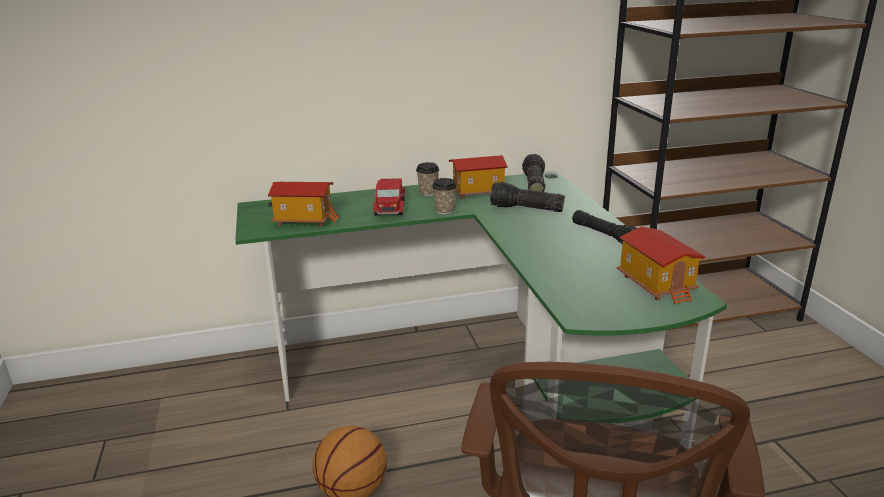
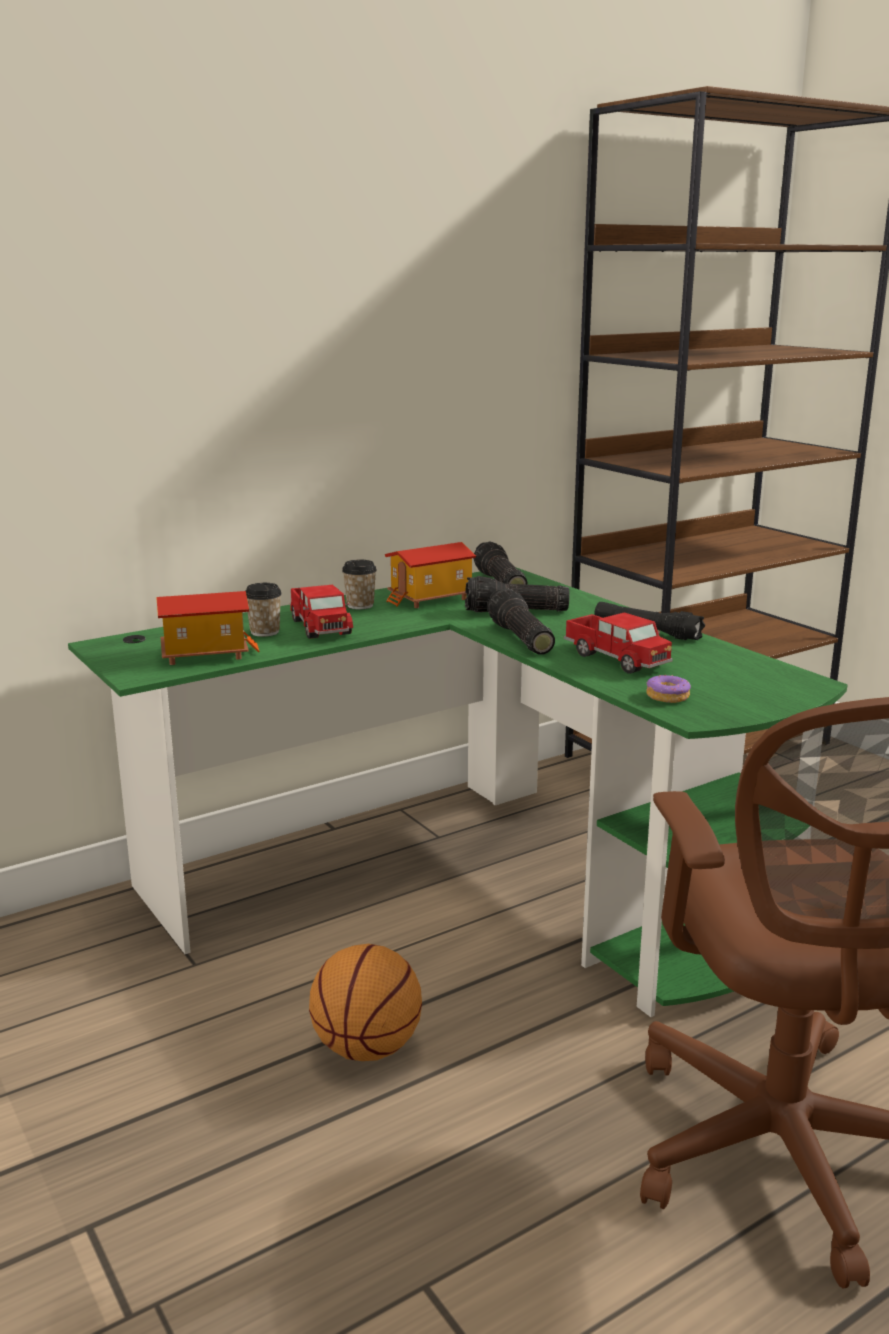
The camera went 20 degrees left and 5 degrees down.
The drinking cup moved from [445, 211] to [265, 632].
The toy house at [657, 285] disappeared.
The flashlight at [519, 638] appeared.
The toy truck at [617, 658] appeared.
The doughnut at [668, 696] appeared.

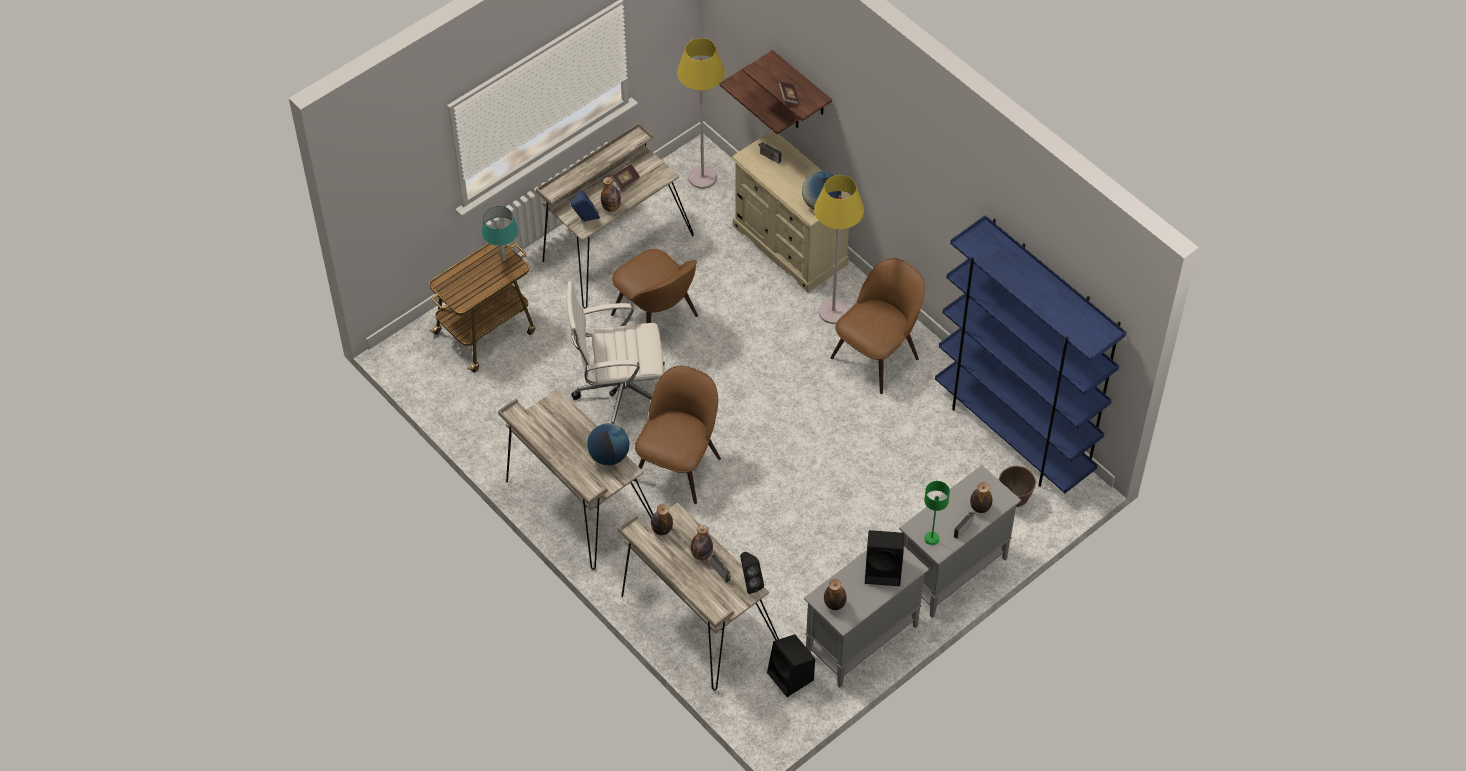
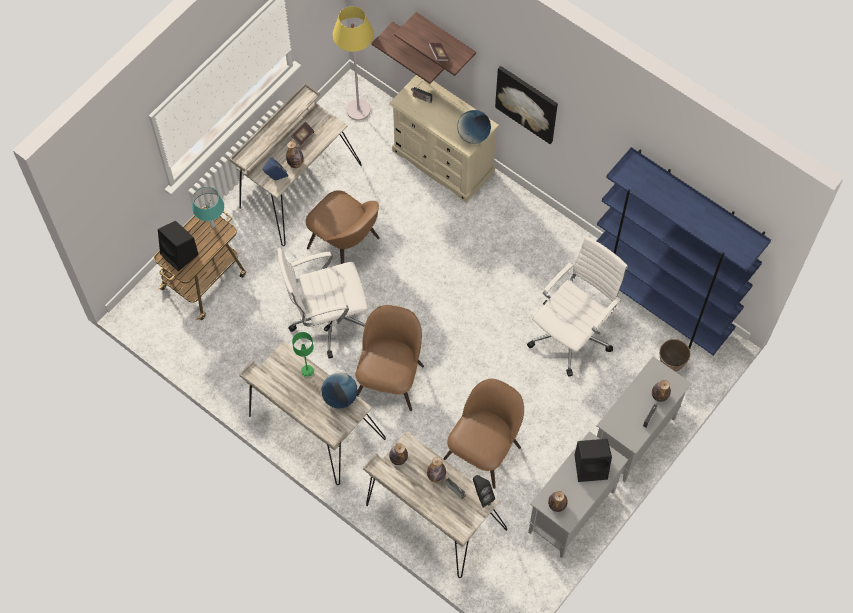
The camera went 10 degrees left and 10 degrees up.
The blackish speaker moved from [791, 677] to [180, 255].
The yellowish standing lamp at [833, 312] disappeared.
The brown-coloured chair moved from [877, 355] to [484, 450].
The green table lamp moved from [932, 538] to [307, 371].
The wall art at [527, 103] appeared.
The whitish computer chair at [572, 334] appeared.

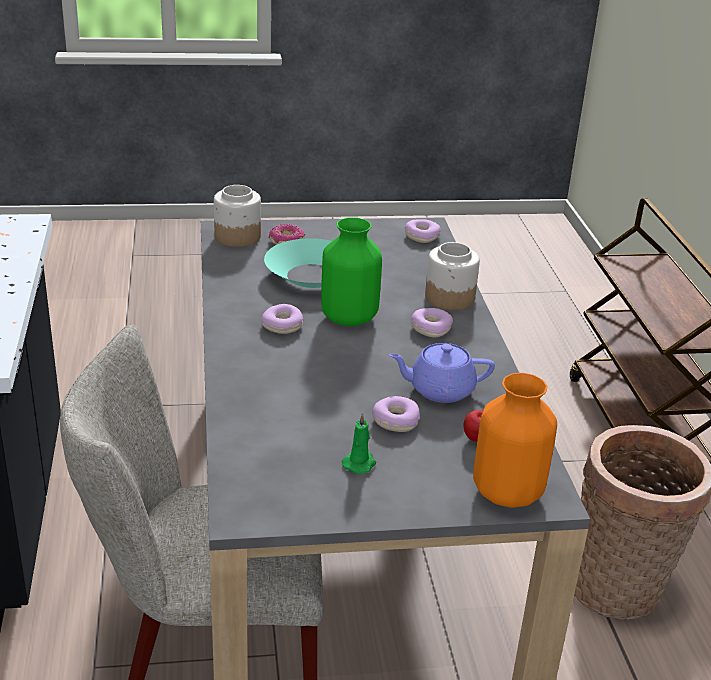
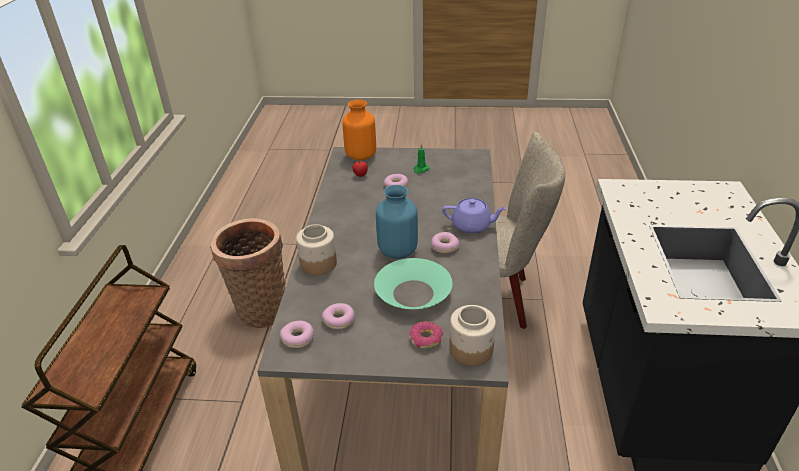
The camera went 165 degrees left and 5 degrees up.
The green decorative vase at [349, 317] became the blue-coloured decorative vase at [397, 251].
The purple teapot moved from [439, 390] to [472, 226].
The doughnut moved from [430, 328] to [339, 320].

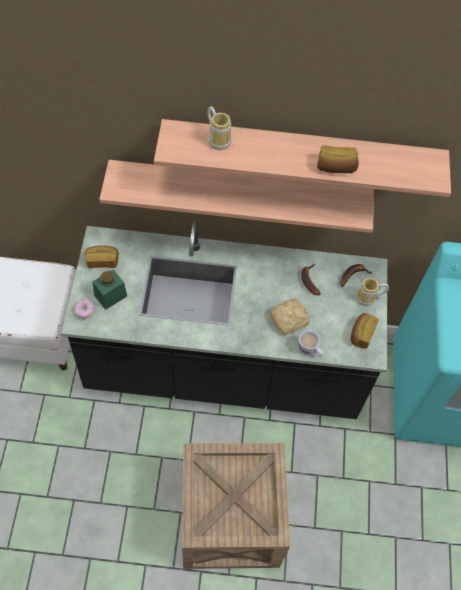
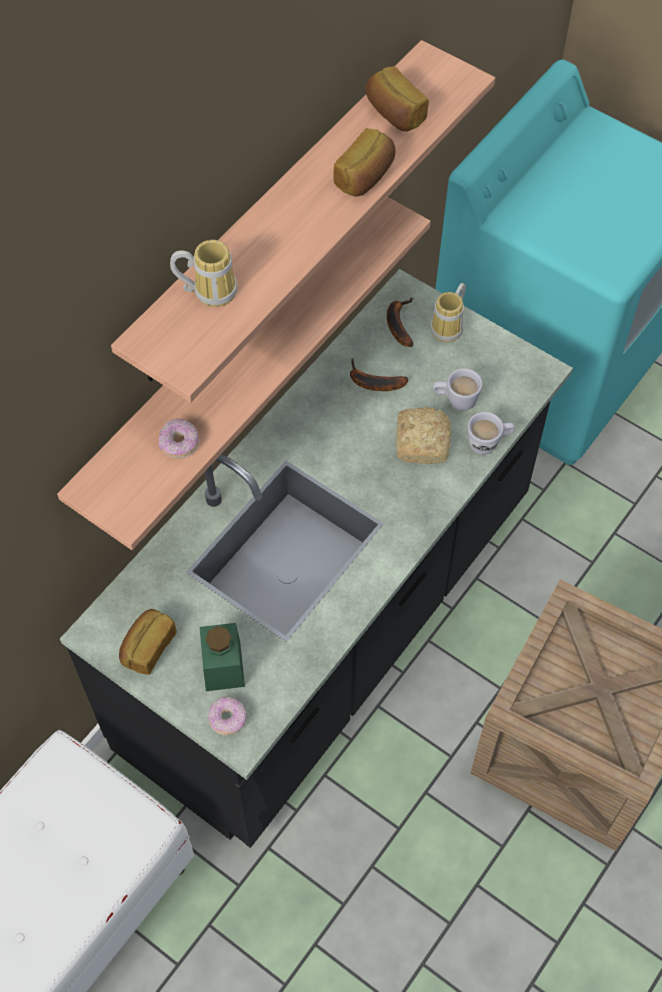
The camera went 55 degrees left and 0 degrees up.
The bakery bread moved from [361, 334] to [394, 113].
The doughnut at [179, 444] appeared.
The whitish mug at [455, 400] appeared.

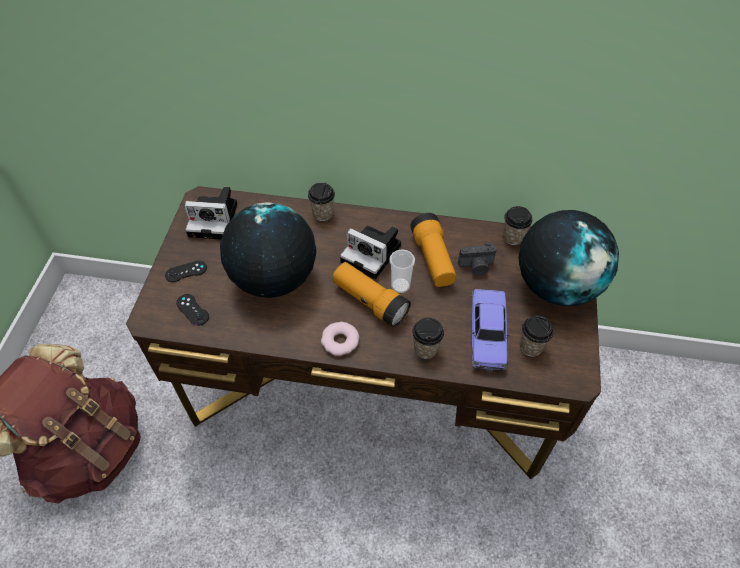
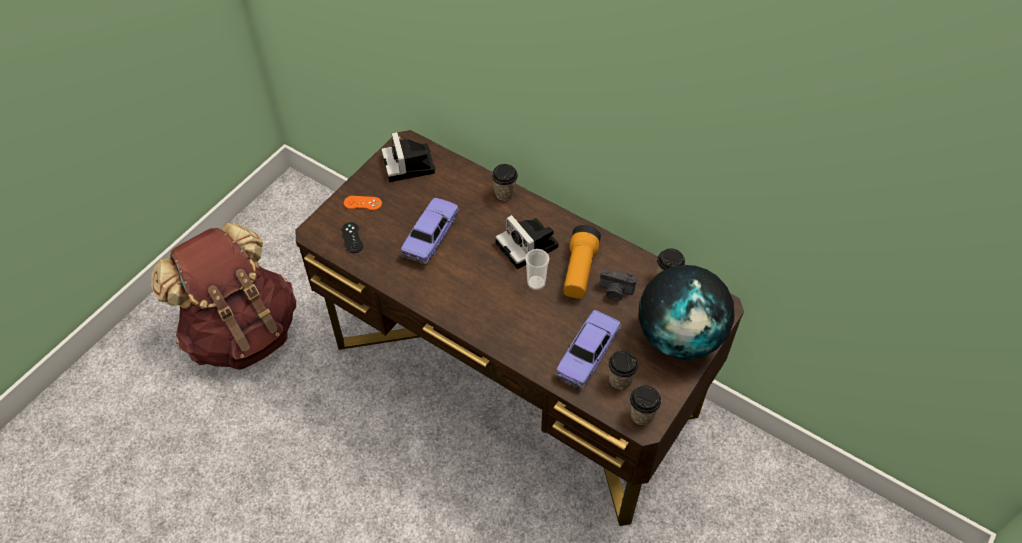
The camera went 25 degrees right and 0 degrees up.
The blackish game controller at [186, 271] became the orange game controller at [362, 203].
The still camera at [215, 219] turned 45 degrees clockwise.
The desk globe at [273, 279] was replaced by the miniature car at [431, 236].
The doughnut at [340, 341] disappeared.
The flashlight at [370, 301] disappeared.
The drinking cup moved from [425, 349] to [642, 415].

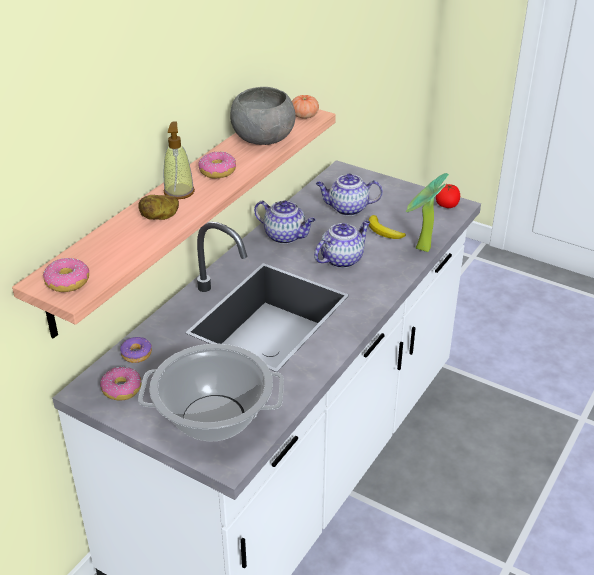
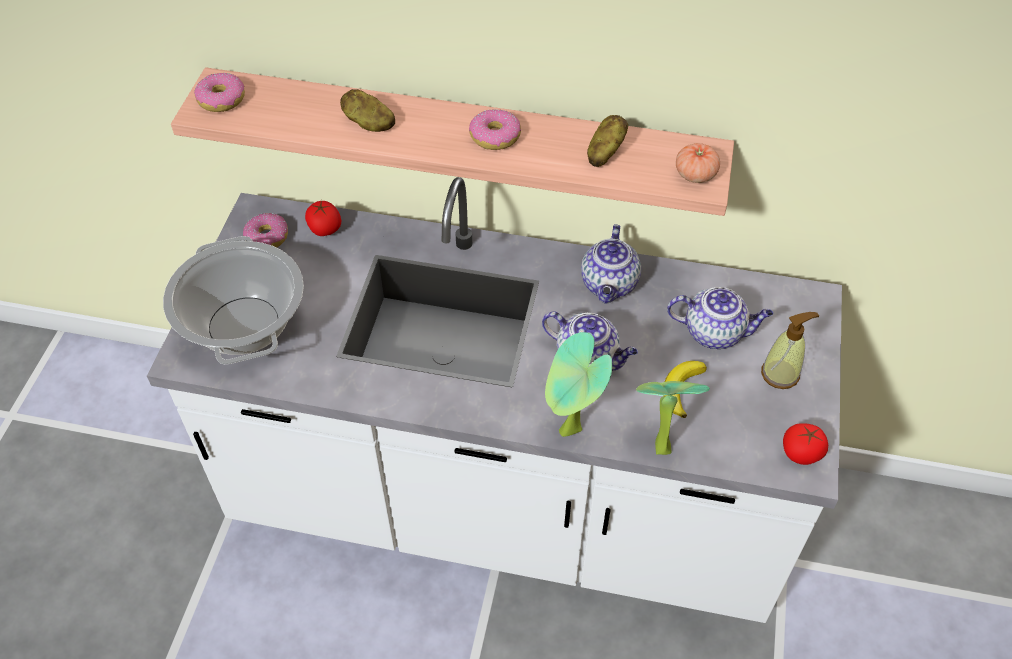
The camera went 70 degrees right and 15 degrees up.
The doughnut at [137, 354] was replaced by the whole tomato at [325, 229].
The liquid soap bottle moved from [179, 192] to [780, 374].
The gray bowl at [263, 138] was replaced by the whole potato at [604, 152].
The teapot at [347, 209] turned 120 degrees clockwise.
The plant in a pot at [570, 434] appeared.

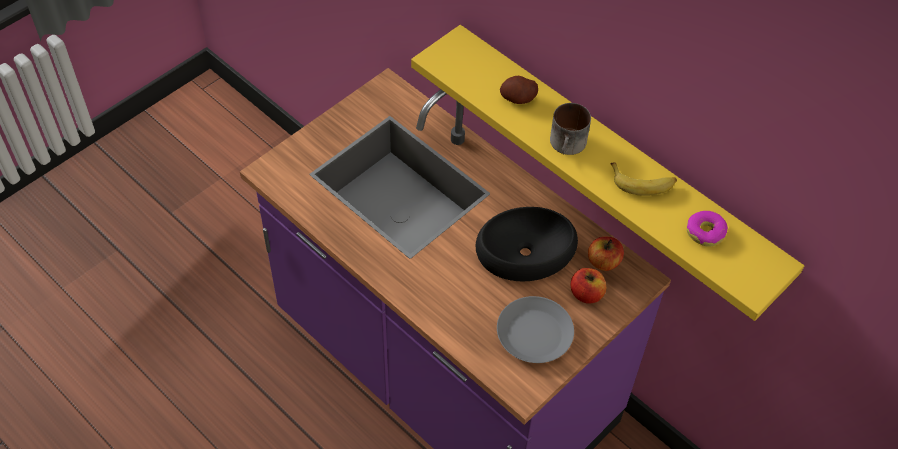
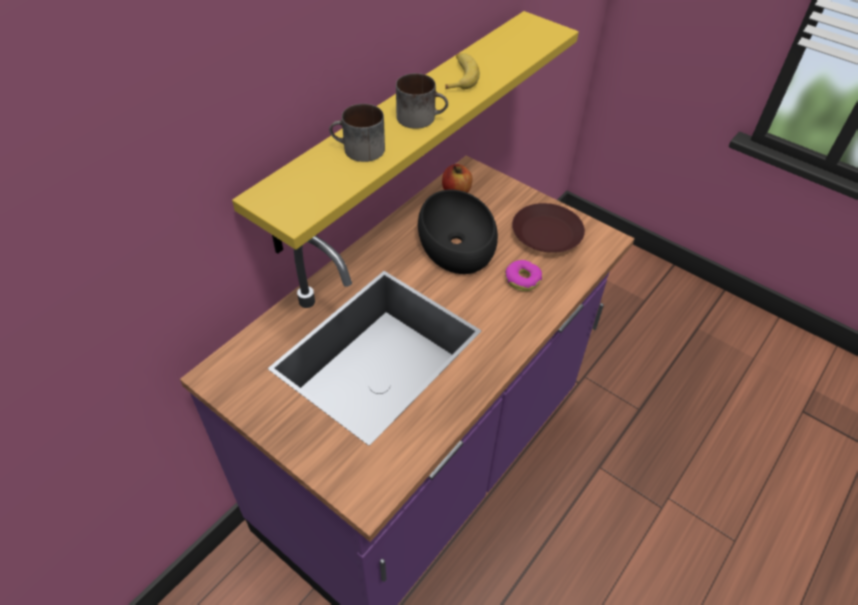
The camera went 95 degrees left and 5 degrees down.
The gray flat dish at [534, 333] became the brown-coloured flat dish at [546, 234].
The whole potato at [518, 98] was replaced by the mug at [358, 150].
The apple at [586, 294] disappeared.
The doughnut moved from [705, 232] to [522, 279].

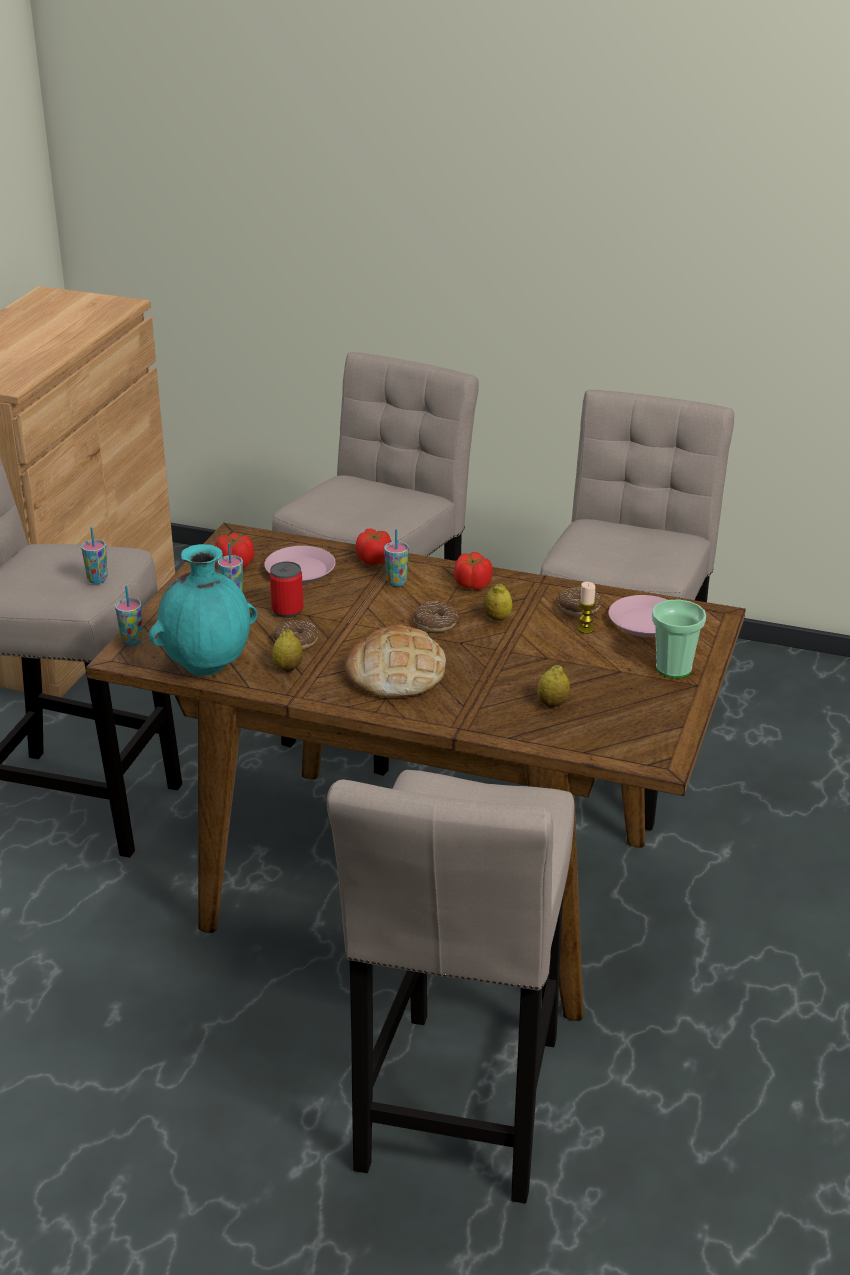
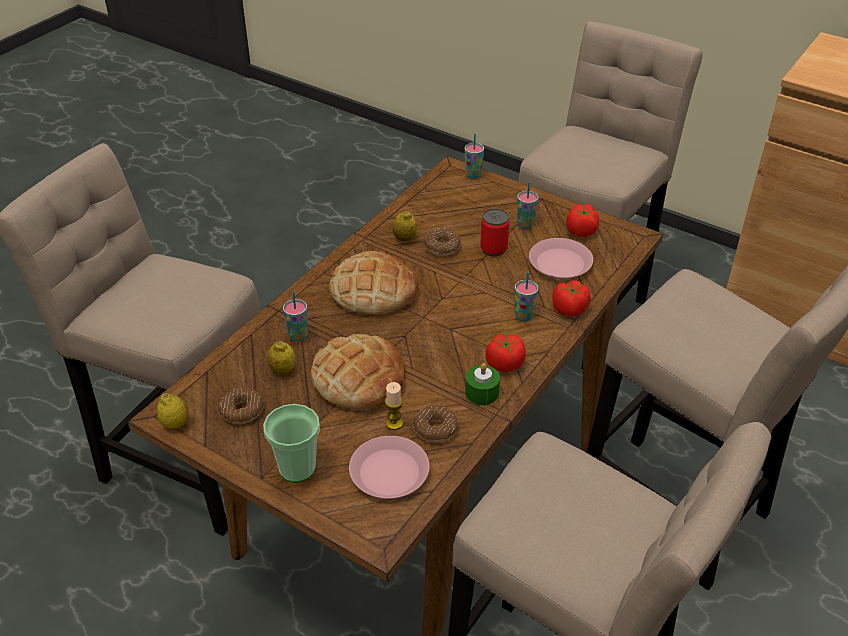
The camera went 105 degrees right and 10 degrees up.
The drinking cup moved from [97, 580] to [298, 336].
The blue-green decorative vase at [208, 667] disappeared.
The doughnut moved from [435, 623] to [242, 410].
The whole lemon moved from [497, 618] to [175, 424].
The bakery bread at [358, 378] appeared.
The green candle at [482, 392] appeared.

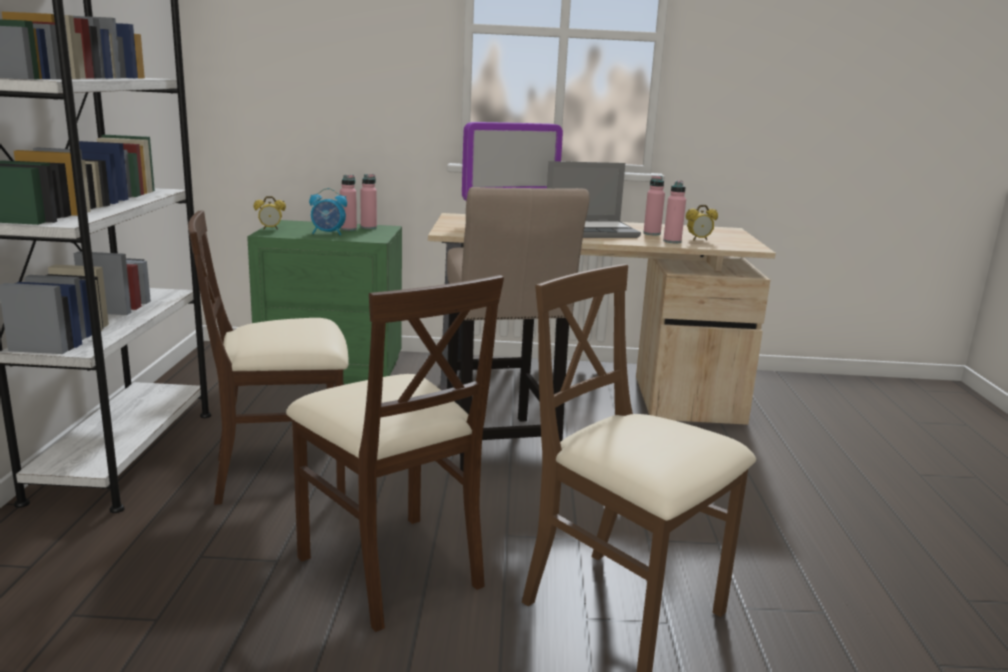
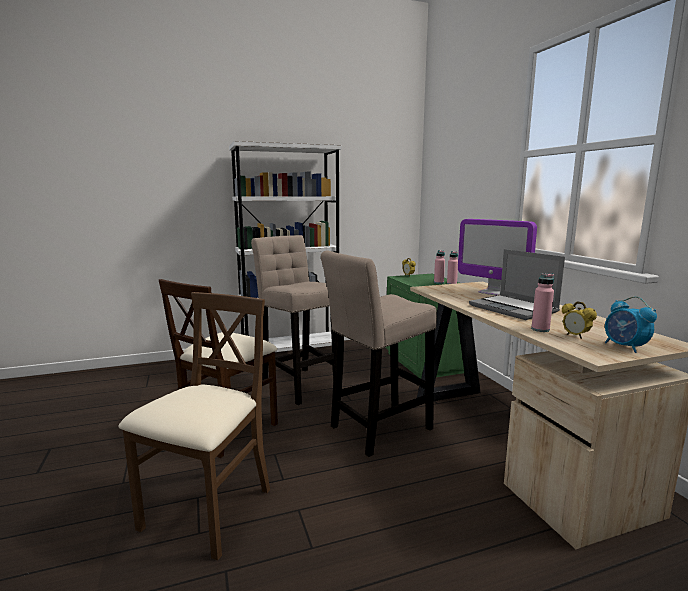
The camera went 70 degrees right and 5 degrees down.
The beige-coloured chair at [282, 473] was replaced by the beige-coloured stool seat at [298, 384].
The bedside clock moved from [328, 233] to [625, 347].
The pinkish drink bottle at [652, 233] disappeared.

